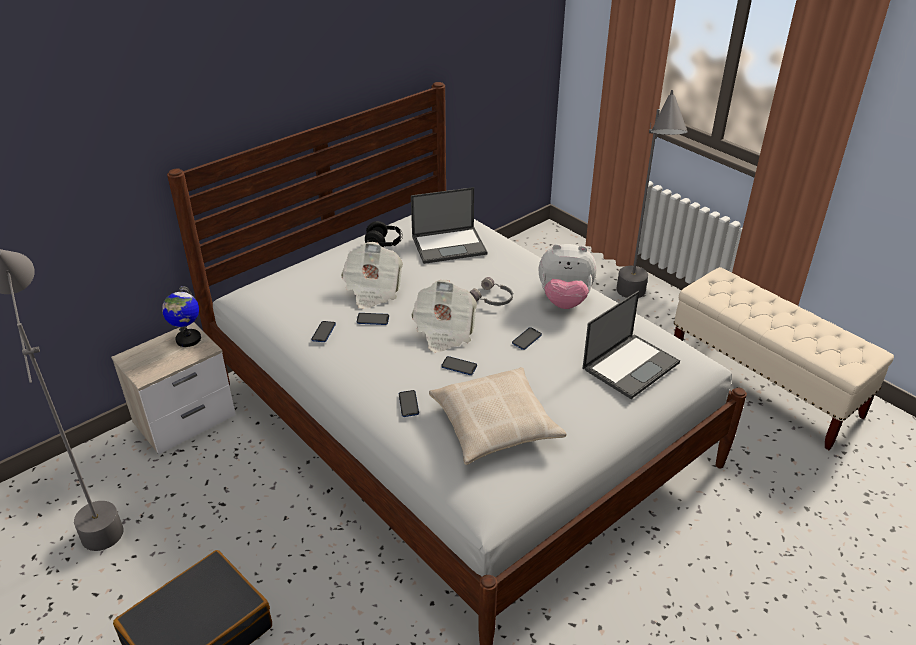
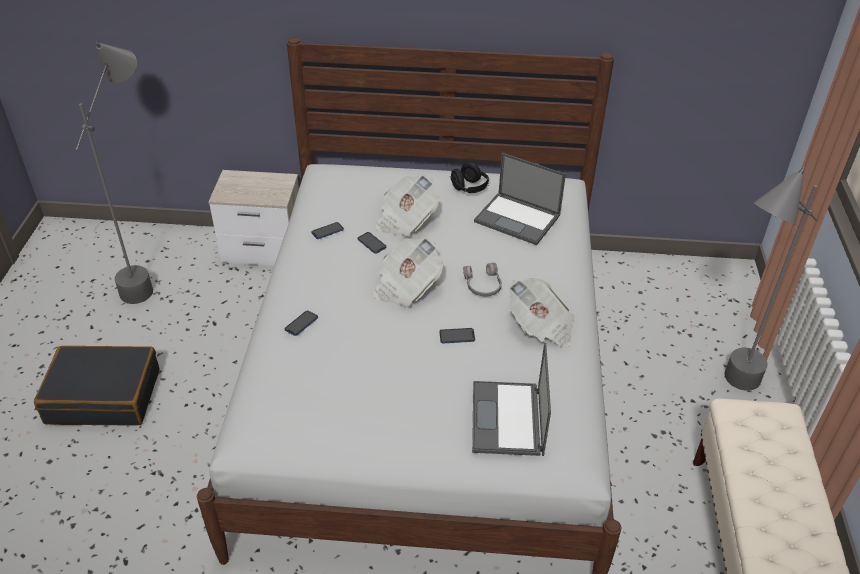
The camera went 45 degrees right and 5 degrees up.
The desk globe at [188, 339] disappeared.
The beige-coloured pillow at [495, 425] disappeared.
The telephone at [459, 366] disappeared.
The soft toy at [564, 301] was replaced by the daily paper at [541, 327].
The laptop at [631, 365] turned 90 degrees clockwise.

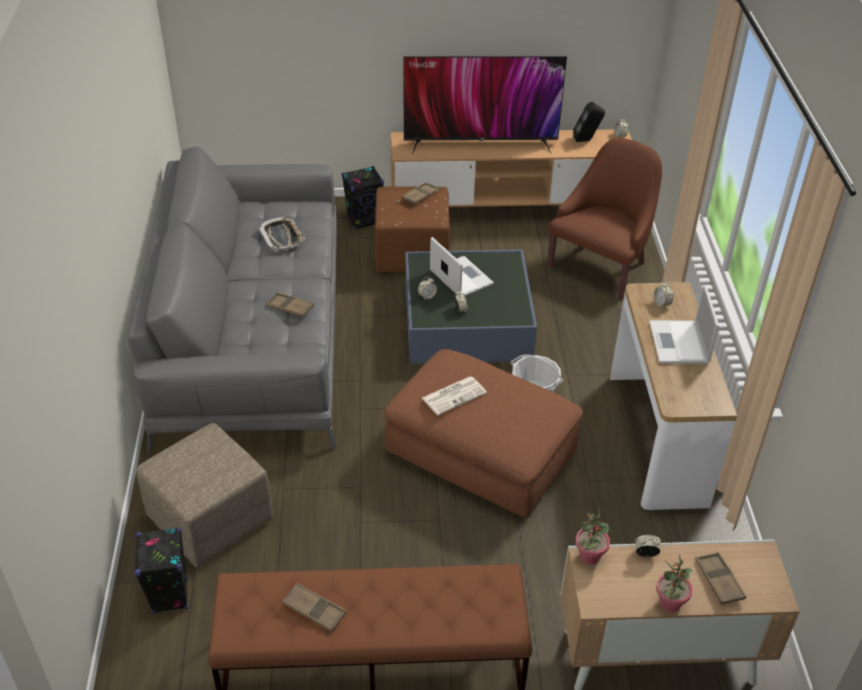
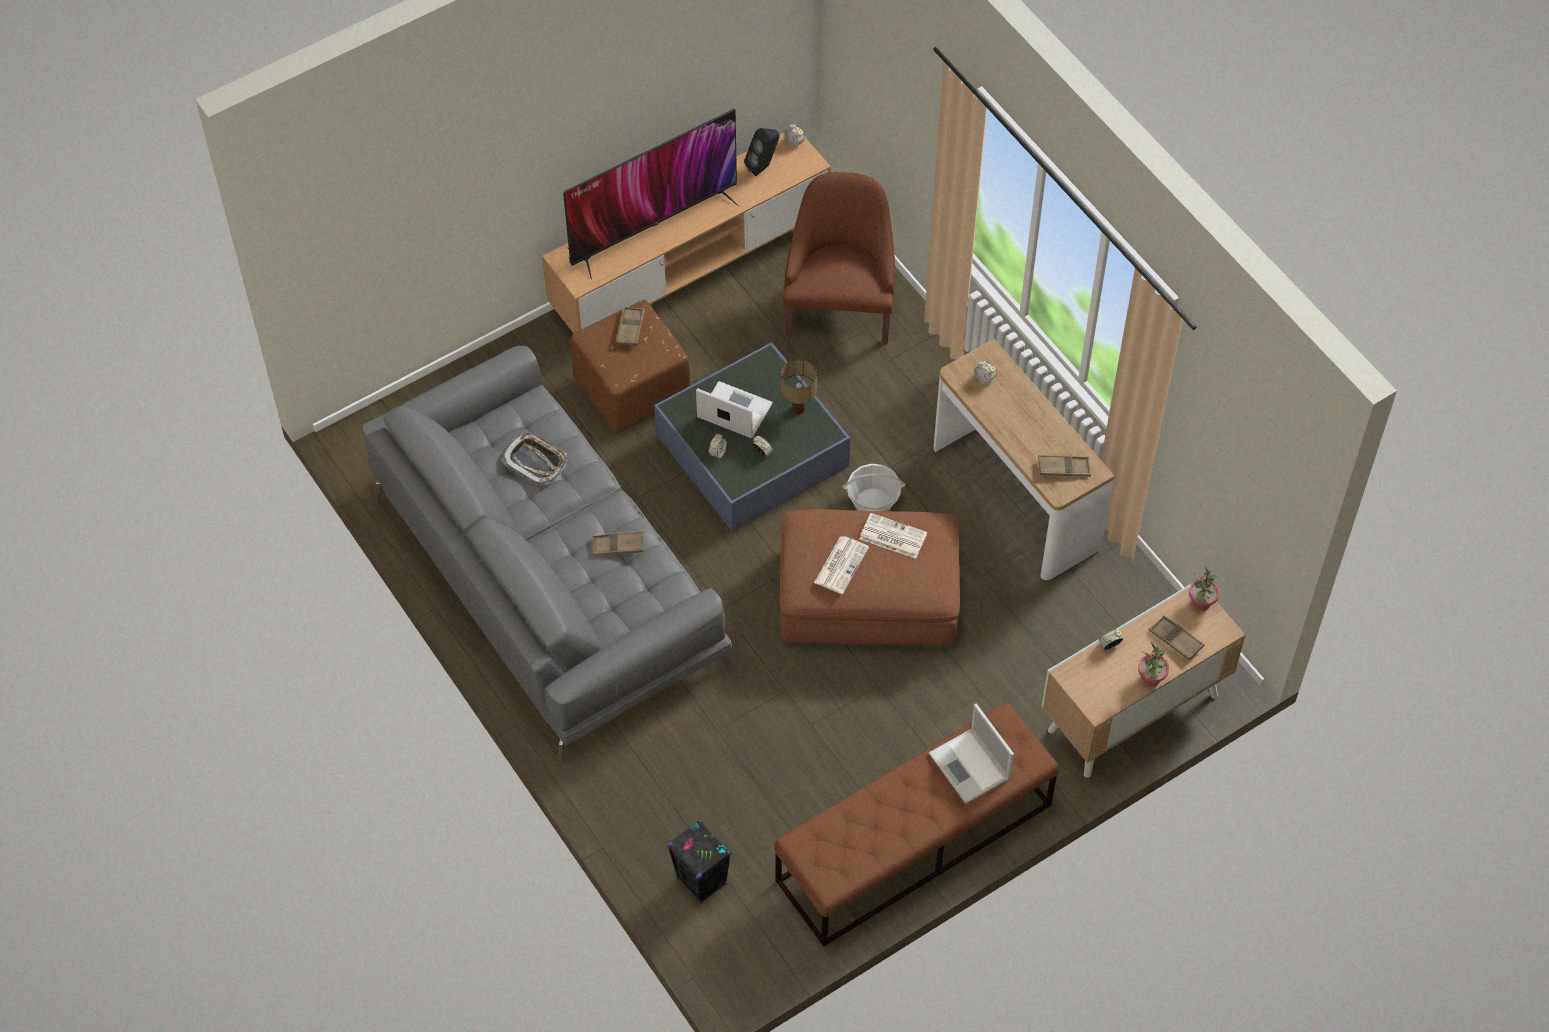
The camera went 30 degrees left and 15 degrees up.
The beige-coloured footrest at [209, 520] disappeared.
The brown-coloured tray moved from [314, 610] to [1064, 468].
The blackish speaker at [364, 221] disappeared.
The plant in a pot moved from [589, 556] to [1201, 603].
The laptop moved from [679, 343] to [970, 767].
The table lamp at [798, 409] appeared.
The daily paper at [892, 536] appeared.

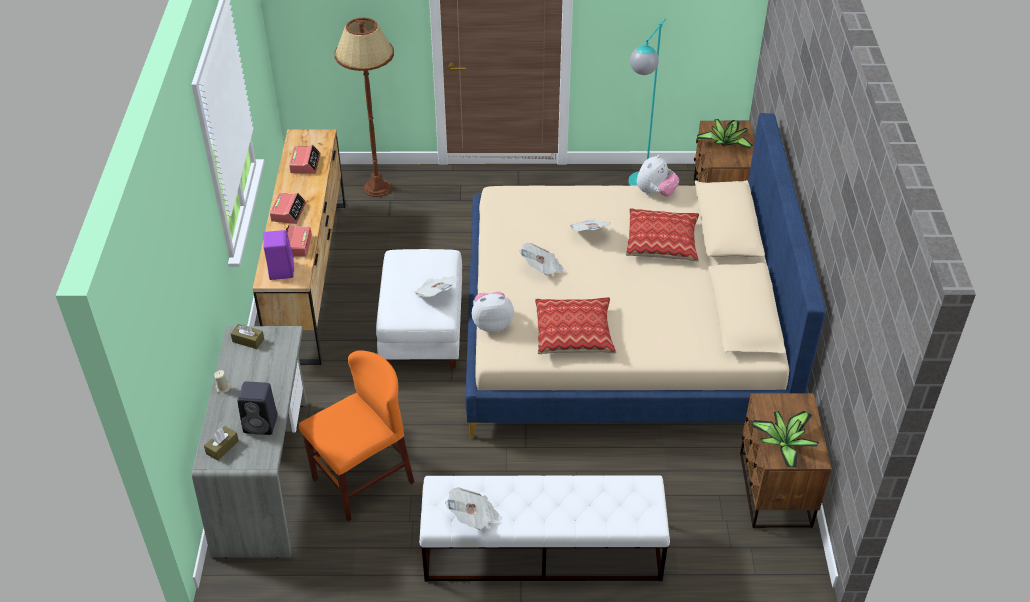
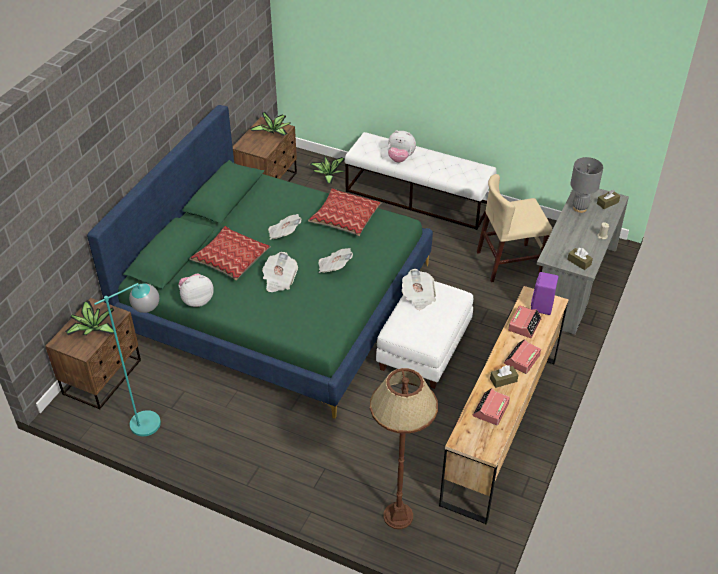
The camera went 155 degrees left and 0 degrees up.
The blackish speaker at [262, 424] was replaced by the gray table lamp at [579, 208].
The orange chair at [362, 480] became the beige-coloured chair at [509, 262].
The daily paper moved from [474, 517] to [284, 234].
The beige-coloured bed at [622, 330] became the green bed at [277, 299].
The soft toy moved from [492, 324] to [400, 158].
The plant in a pot at [328, 175] appeared.
The brown-coloured box of tissues at [503, 380] appeared.

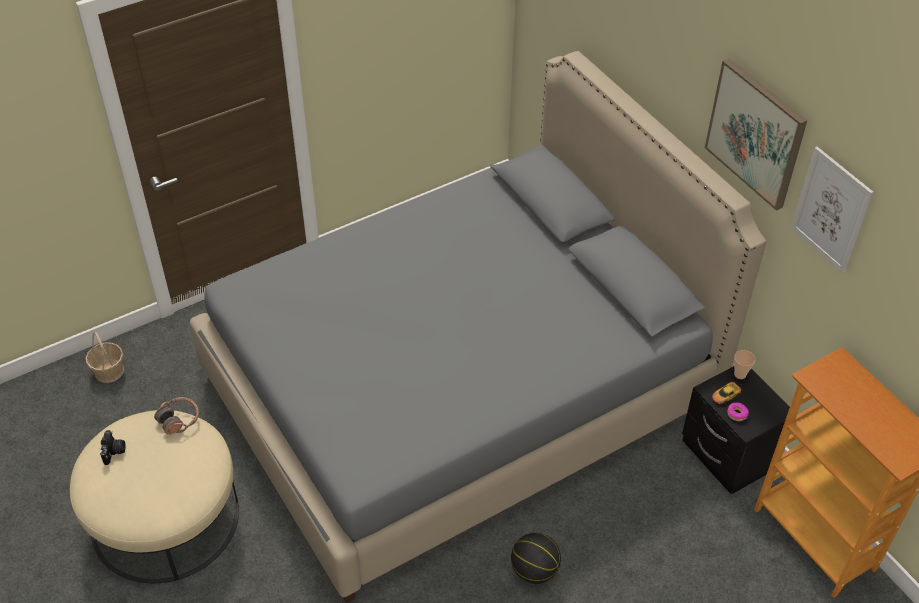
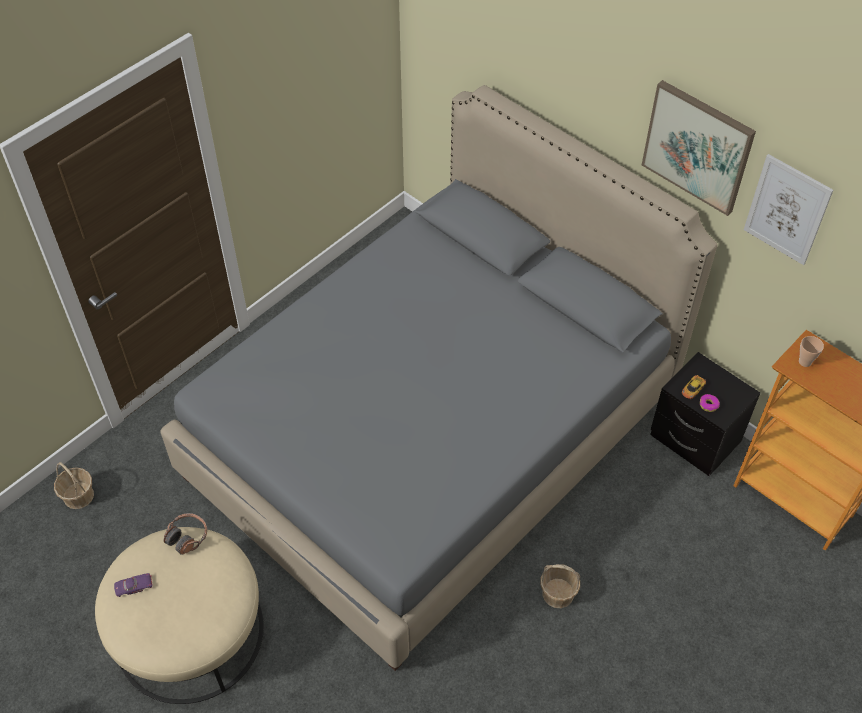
The camera went 15 degrees left and 5 degrees up.
The still camera at [114, 452] was replaced by the purple miniature car at [134, 586].
The ball for basketball at [534, 571] was replaced by the storage basket at [558, 593].
The drinking cup moved from [740, 374] to [805, 362].

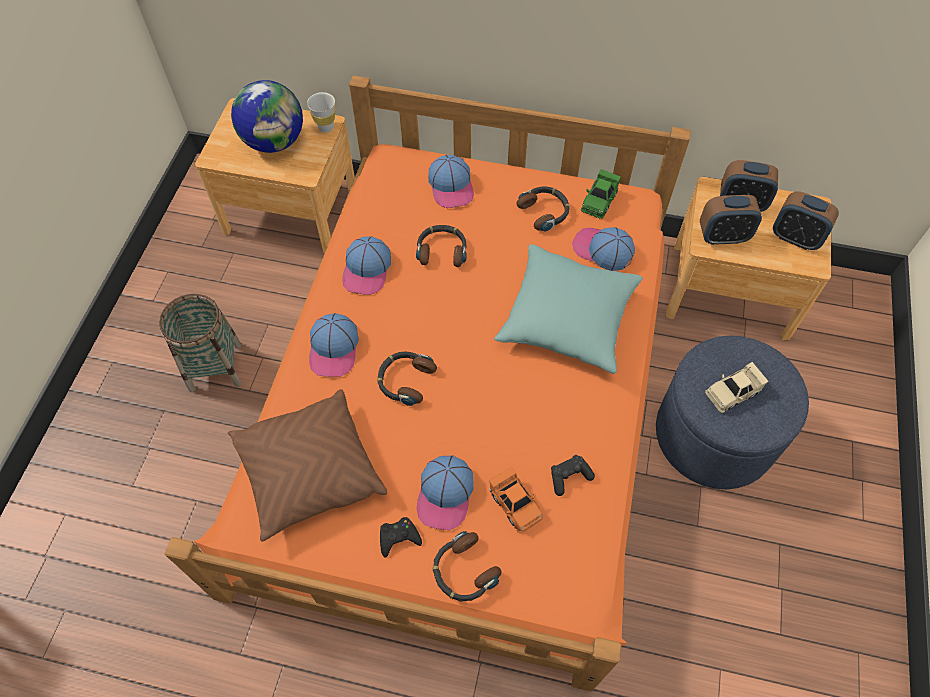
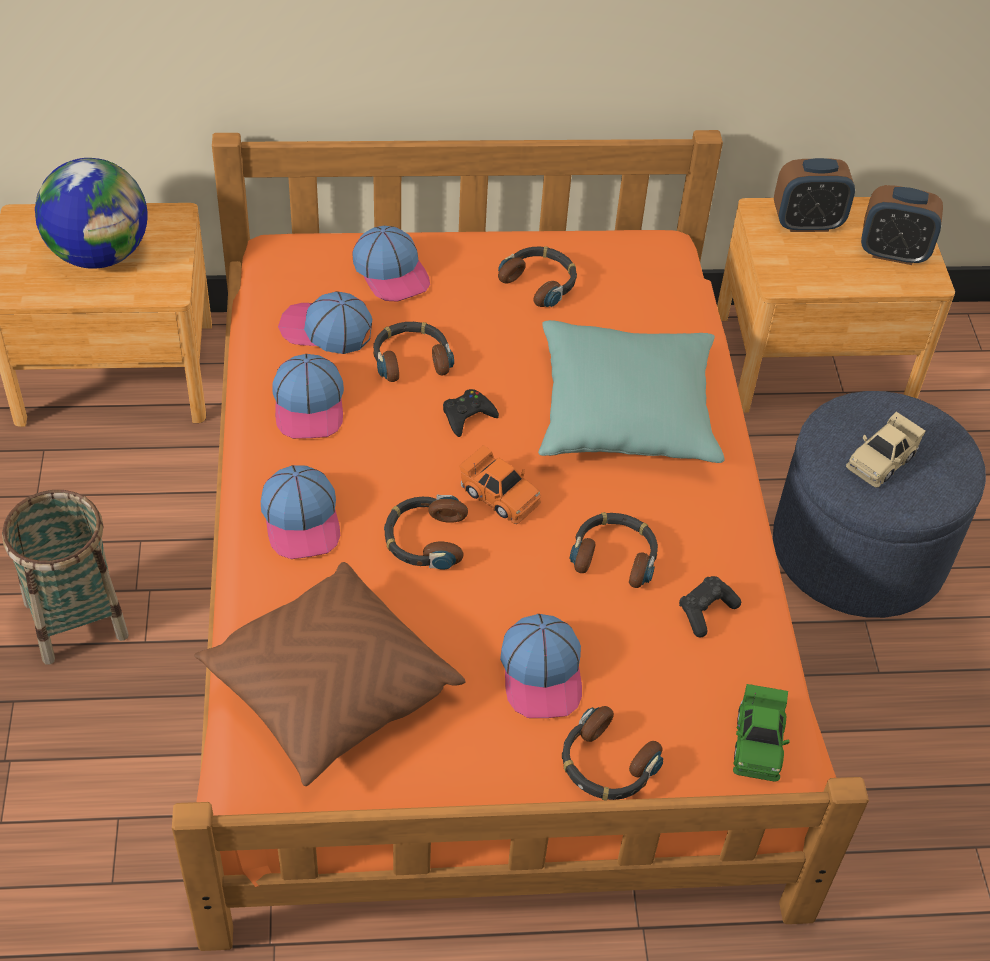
The camera went 20 degrees left and 10 degrees down.
The whitish drinking cup at [326, 127] disappeared.
The blackish game controller moved from [398, 537] to [467, 416].
The orange miniature car moved from [515, 504] to [499, 495].
The baseball cap moved from [602, 250] to [325, 329].
The green miniature car moved from [599, 201] to [758, 743].
The bedside clock at [722, 236] disappeared.
The headset at [615, 555] appeared.

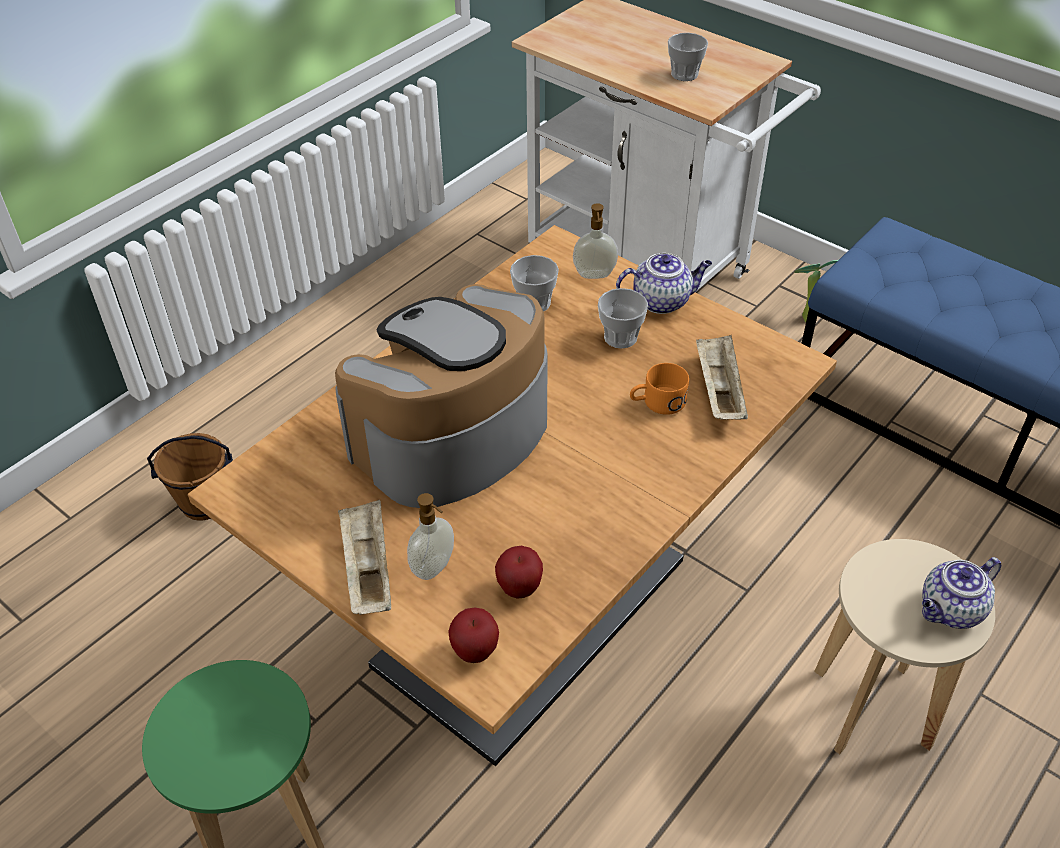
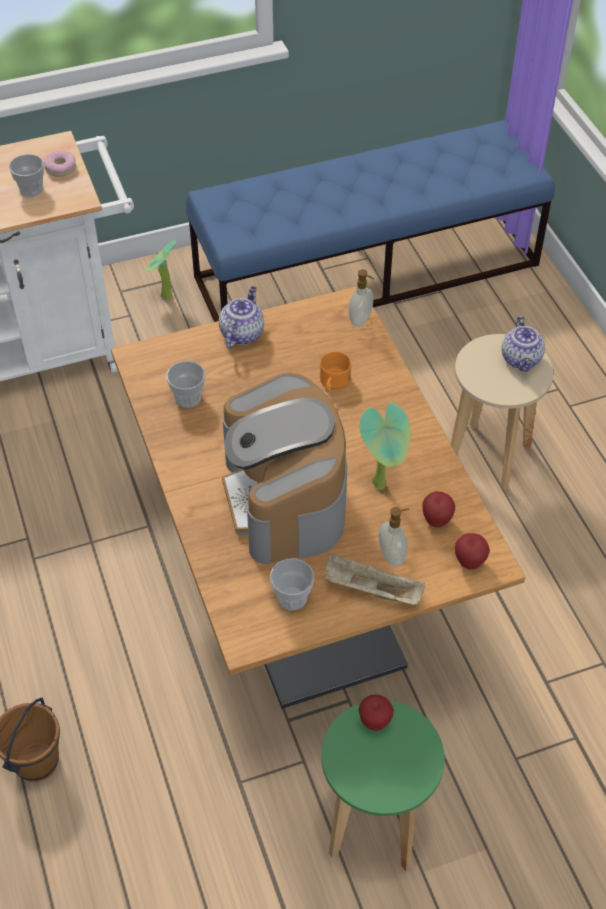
The camera went 60 degrees left and 5 degrees up.
The liquid soap bottle moved from [594, 275] to [361, 320].
The drinking cup moved from [620, 337] to [292, 598].
The beige-coloured tray at [718, 391] disappeared.
The doughnut at [60, 168] appeared.
The apple at [375, 722] appeared.
The plant in a pot at [382, 484] appeared.

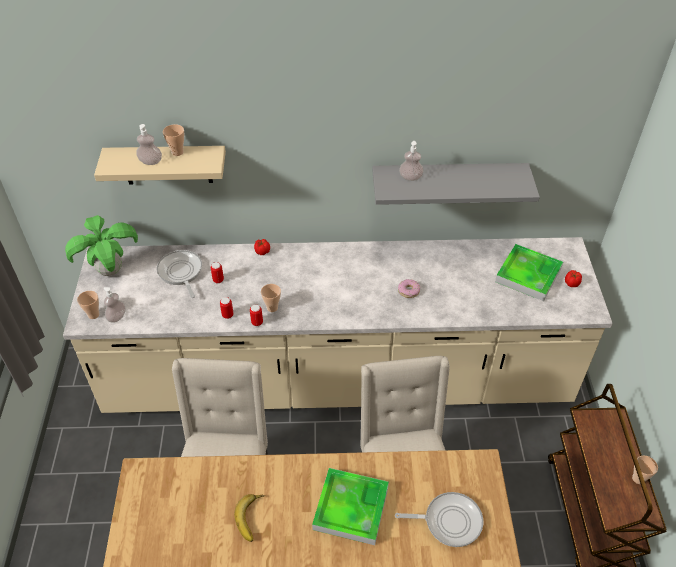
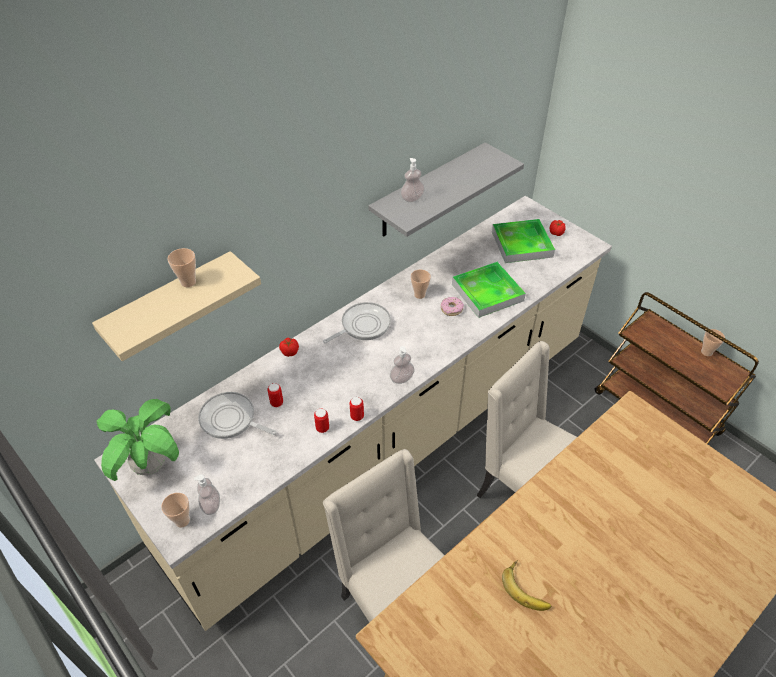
The camera went 40 degrees left and 0 degrees up.
The liquid soap bottle moved from [150, 161] to [402, 378].
The drinking cup moved from [272, 308] to [419, 294].
The tray moved from [351, 508] to [487, 292].
The pan moved from [449, 521] to [363, 325].

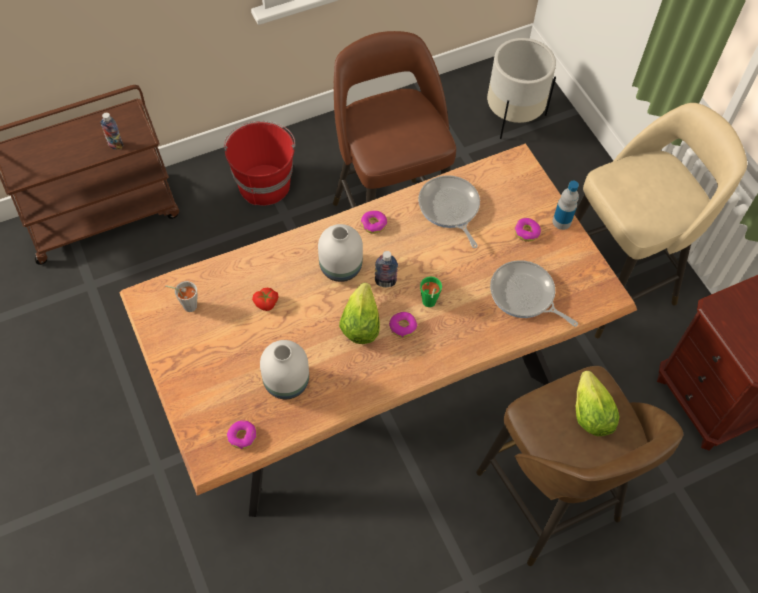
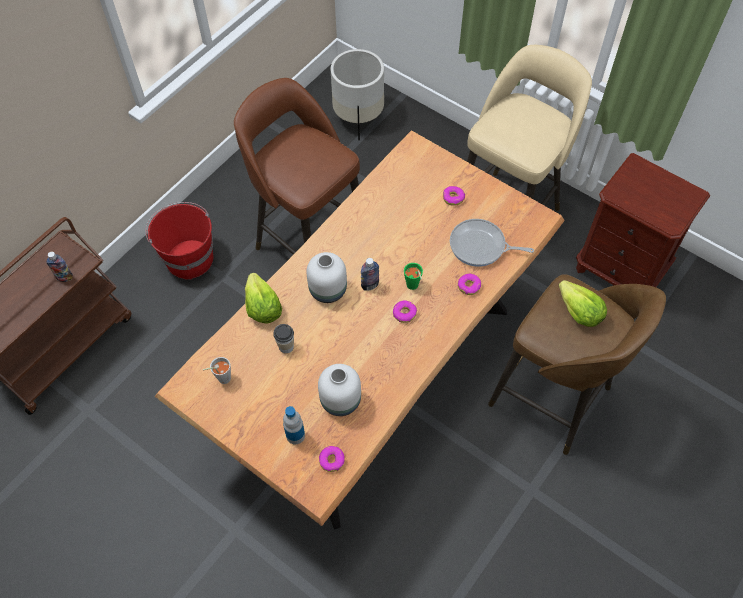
The camera went 25 degrees left and 0 degrees up.
The whole tomato at [266, 303] was replaced by the drinking cup at [286, 346].
The lettuce moved from [360, 323] to [262, 307].
The doughnut moved from [374, 224] to [469, 286].
The pan at [449, 208] disappeared.
The drink bottle moved from [561, 222] to [295, 435].

